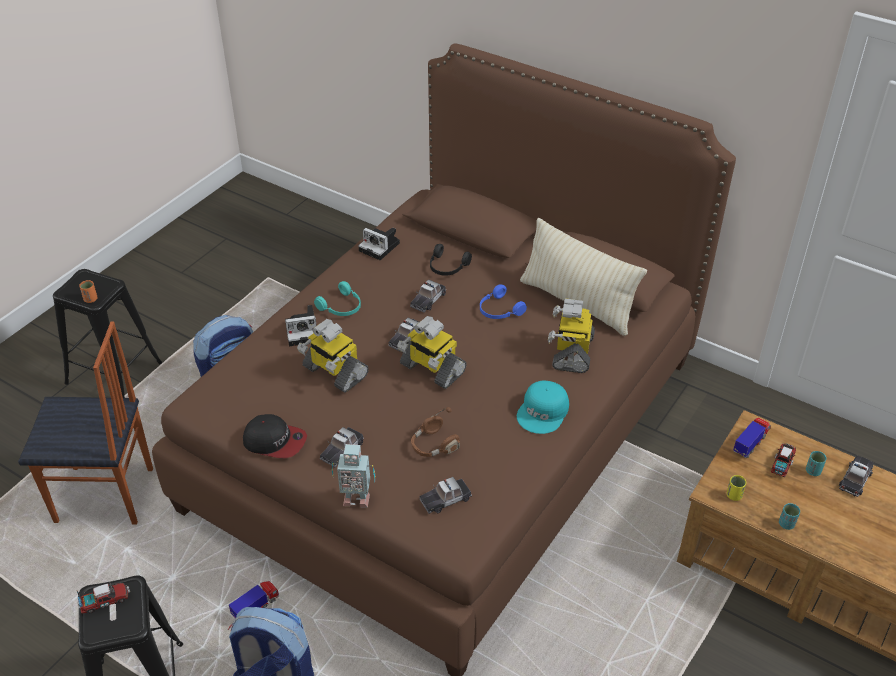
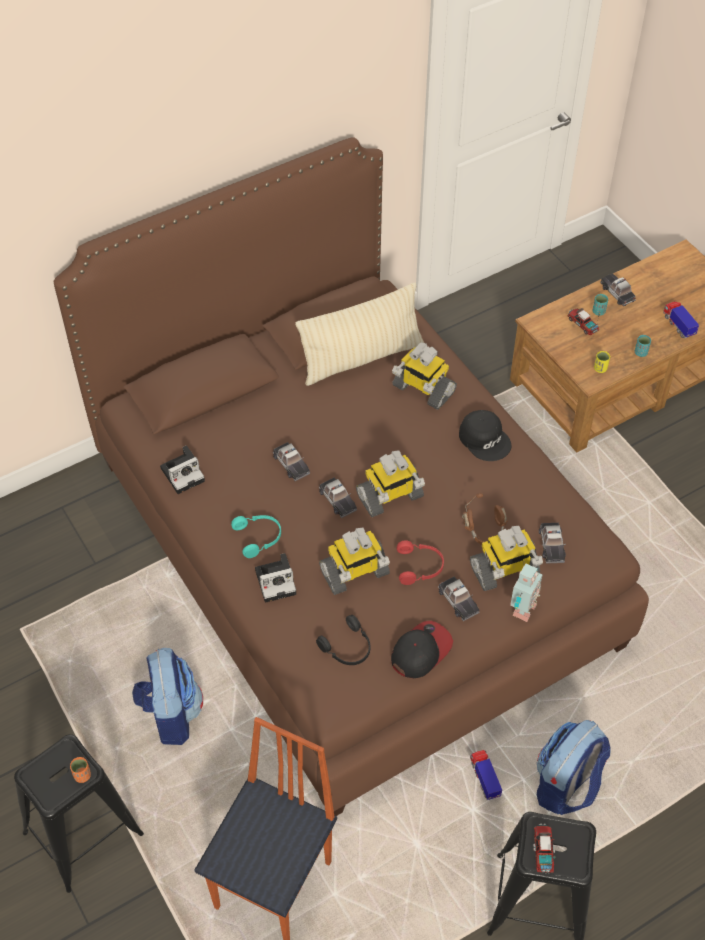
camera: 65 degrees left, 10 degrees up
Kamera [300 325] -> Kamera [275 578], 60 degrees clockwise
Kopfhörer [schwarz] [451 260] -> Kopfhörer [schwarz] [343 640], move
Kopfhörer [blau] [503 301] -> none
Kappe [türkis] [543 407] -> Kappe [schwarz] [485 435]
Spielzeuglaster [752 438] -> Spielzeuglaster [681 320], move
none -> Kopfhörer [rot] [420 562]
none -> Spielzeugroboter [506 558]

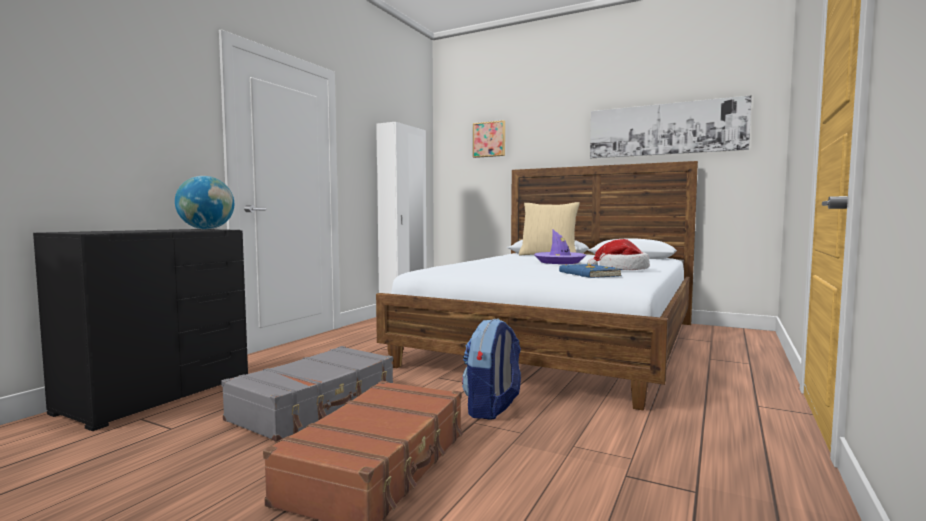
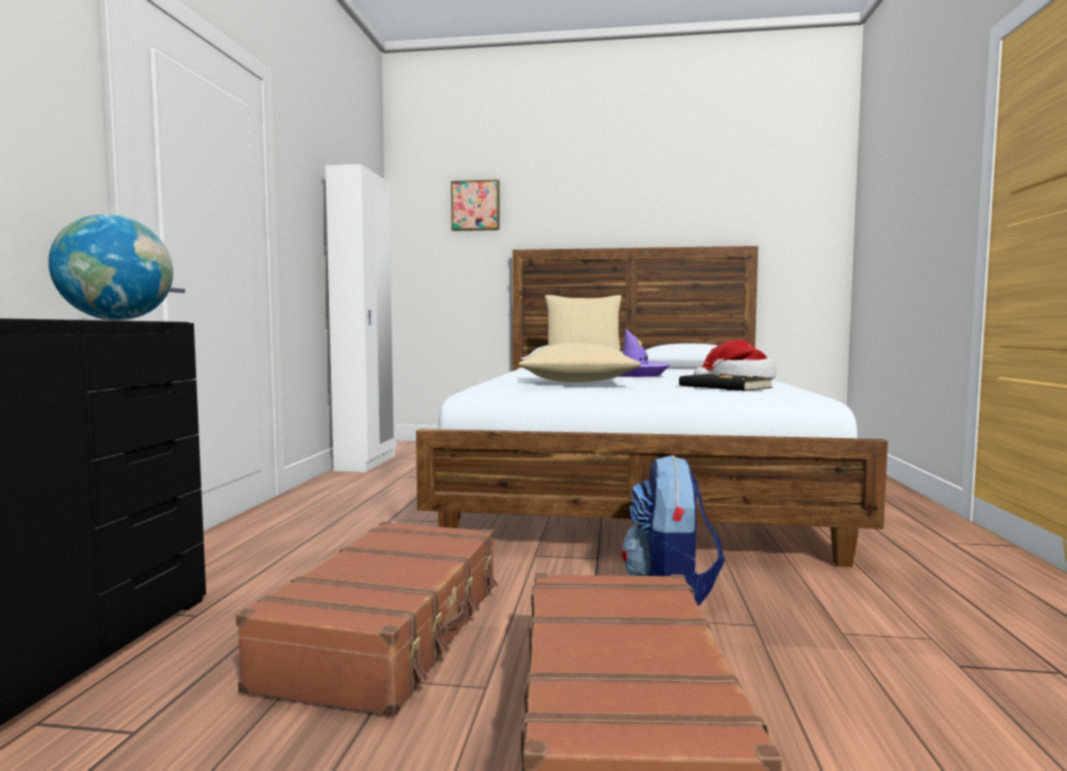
camera: 20 degrees left, 0 degrees up
Koffer [grau] [307 393] -> Koffer [braun] [367 619]
Buch [blau] [590 271] -> Buch [schwarz] [726 382]
Bild [671 126] -> none
none -> Kissen [beige] [579 363]

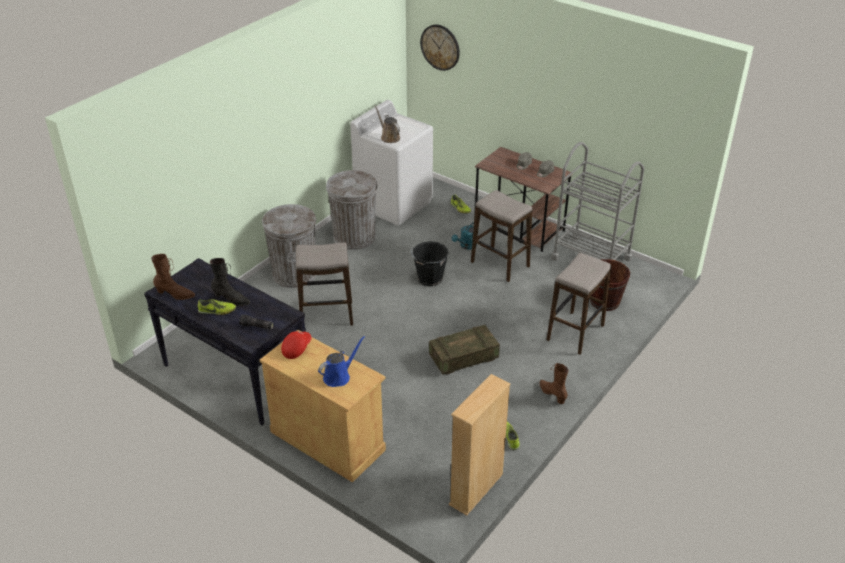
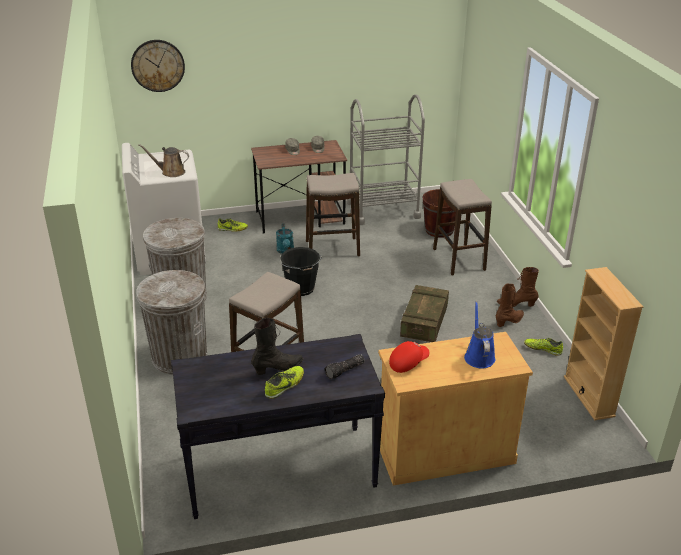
camera: 50 degrees left, 5 degrees down
Stiefel [braun] [173 277] -> Stiefel [braun] [510 305], move
Kappe [rot] [296 345] -> Kappe [rot] [409 357], 75 degrees clockwise

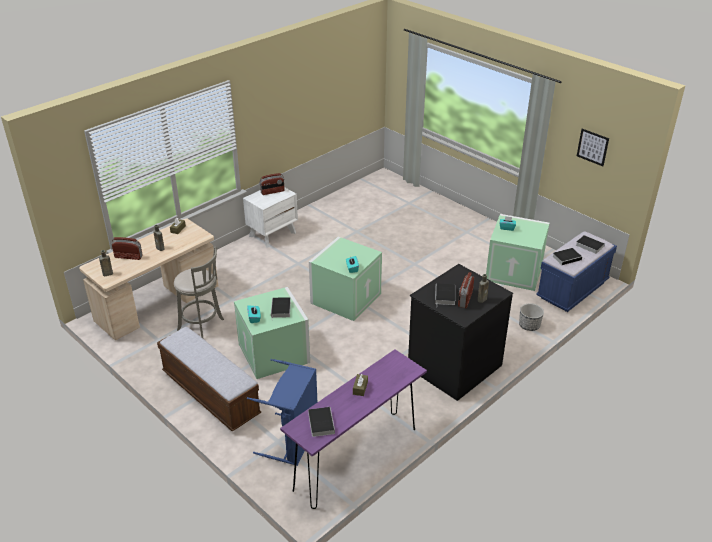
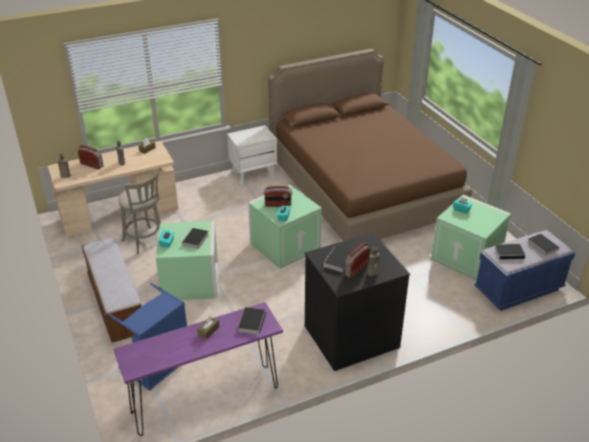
camera: 20 degrees right, 0 degrees up
Radio [272 184] -> Radio [278 196], move
Buch [321 422] -> Buch [252 321], move
Pflanzkübel [531 317] -> none
Bild [593 147] -> none
none -> Bett [braun] [370 145]

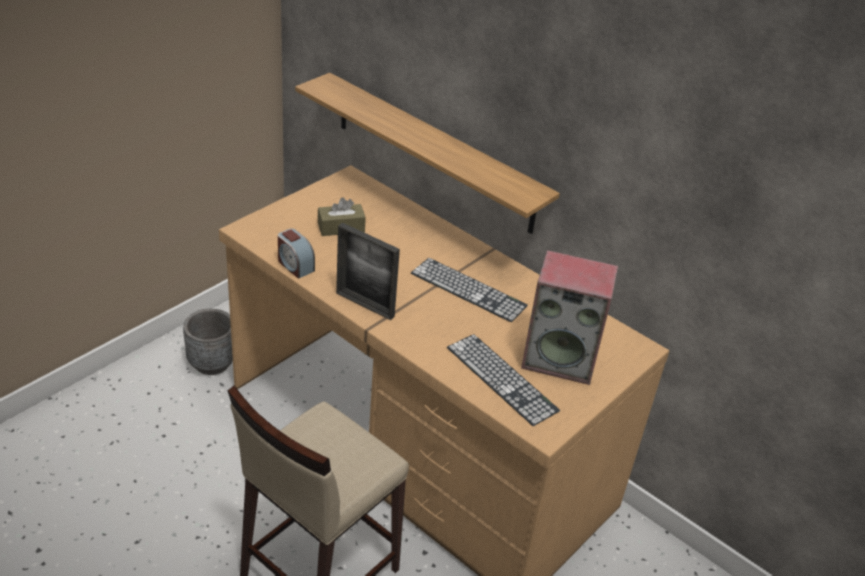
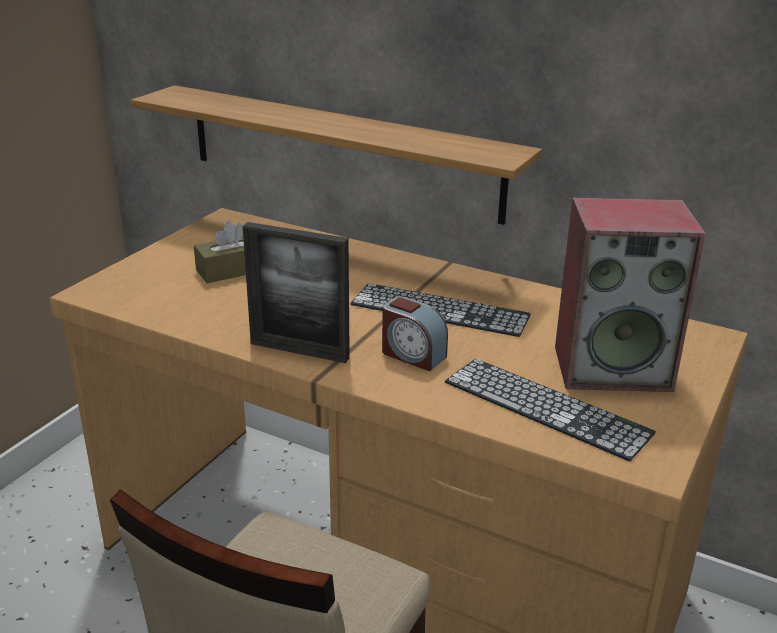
camera: 10 degrees left, 10 degrees down
Pflanzkübel [grau] [208 342] -> none
Wecker [296 254] -> Wecker [415 333], move

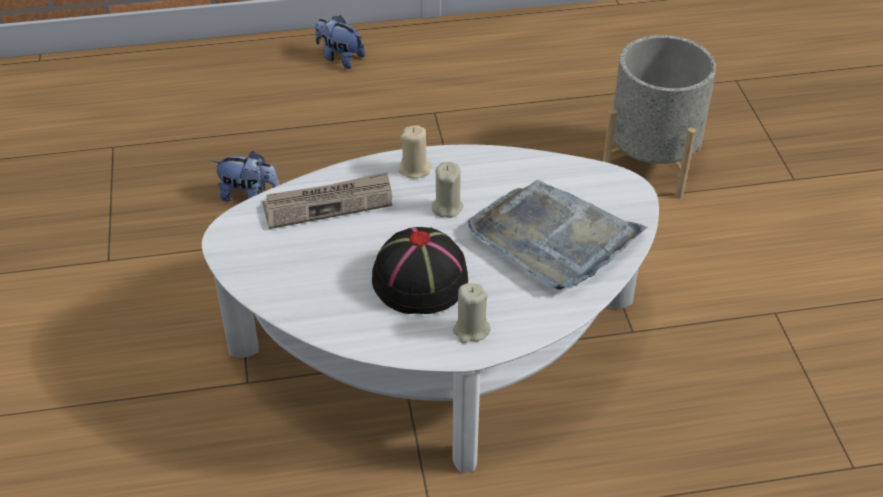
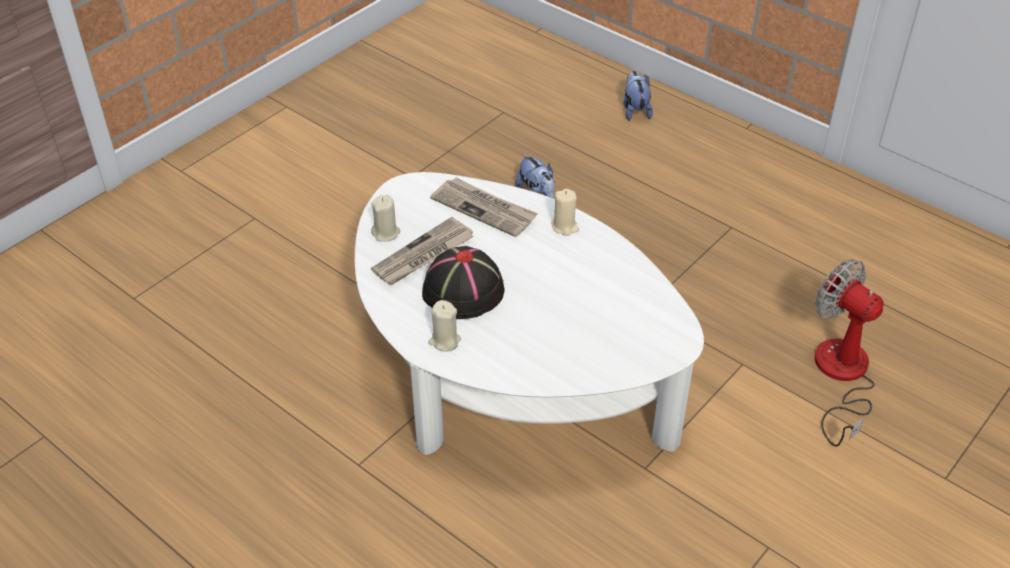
camera: 50 degrees right, 0 degrees up
Plüschtier [340 42] -> Plüschtier [638 96], move
Kerze [beige] [447 190] -> Kerze [beige] [385 218], move
Tablett [grau] [558 235] -> none
Pflanzkübel [grau] [659 116] -> Ventilator [849 353]
none -> Zeitung [422 251]

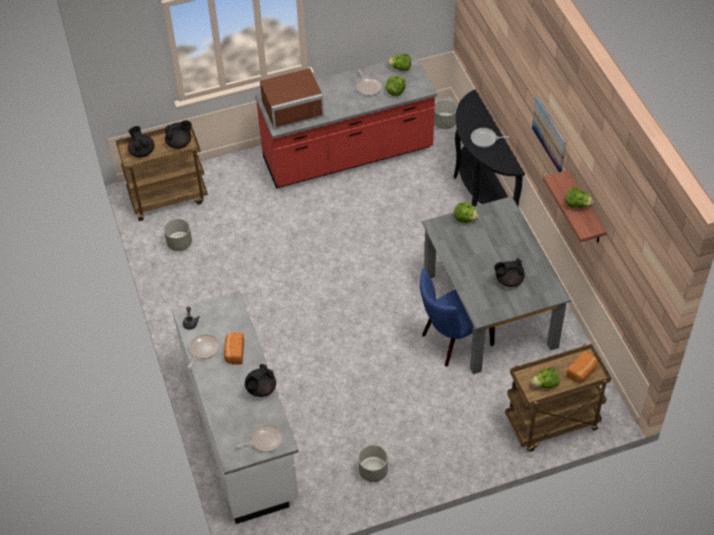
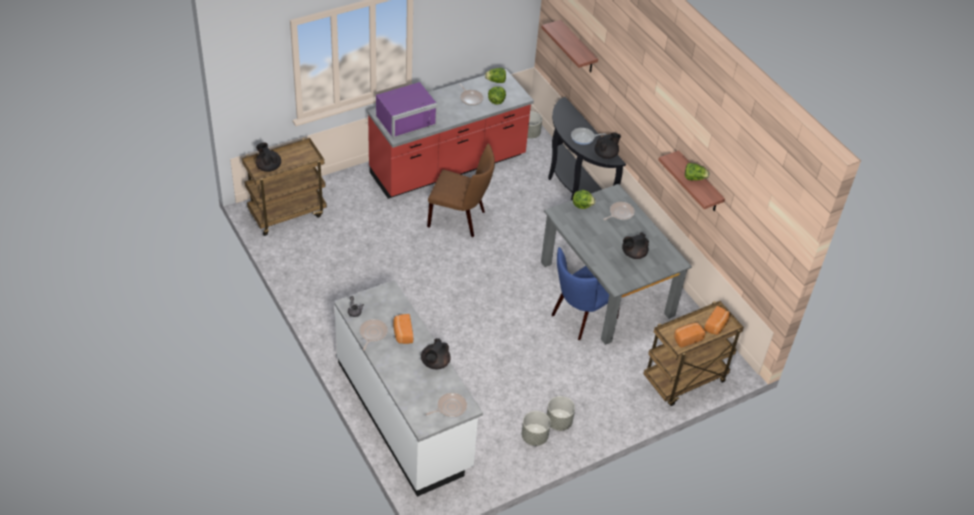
camera: 15 degrees left, 5 degrees down
Pflanzkübel [grau] [178 235] -> Pflanzkübel [grau] [561 413], move
Teekanne [schwarz] [178 134] -> Teekanne [schwarz] [607 146], move
Mikrowelle [braun] [292 98] -> Mikrowelle [lila] [407 110]
Salatkopf [545 378] -> Brot [690 335]
Bild [549 134] -> none
none -> Stuhl [braun] [461 190]
none -> Wandregal [569 46]
none -> Pfanne [619 211]

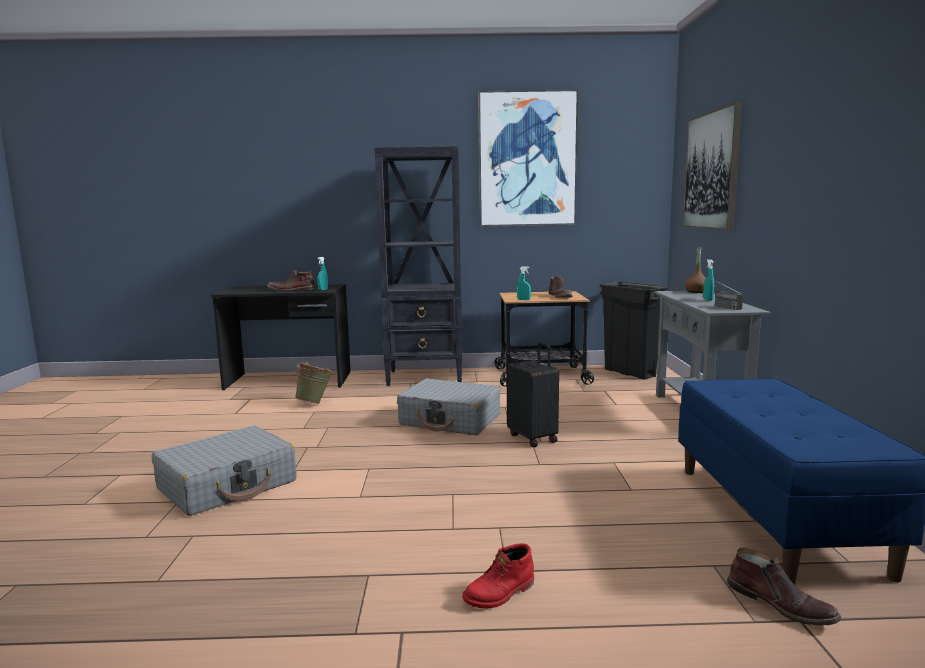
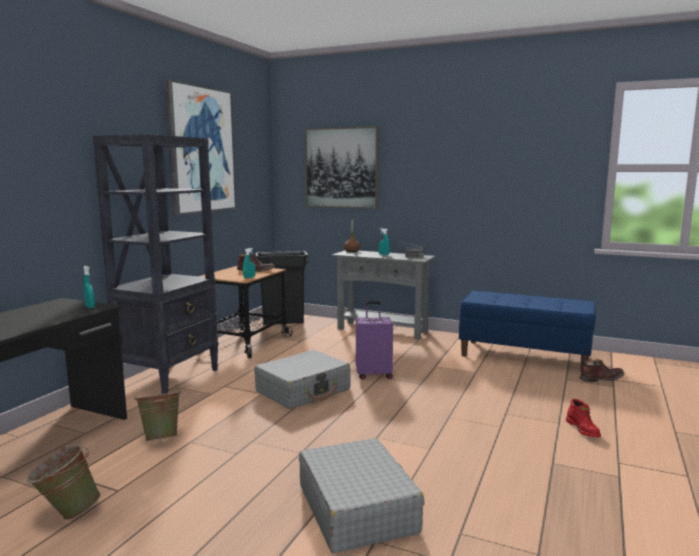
camera: 65 degrees left, 0 degrees up
Stiefel [braun] [291 281] -> none
Koffer [schwarz] [533 394] -> Koffer [lila] [374 340]
none -> Eimer [grün] [64 482]

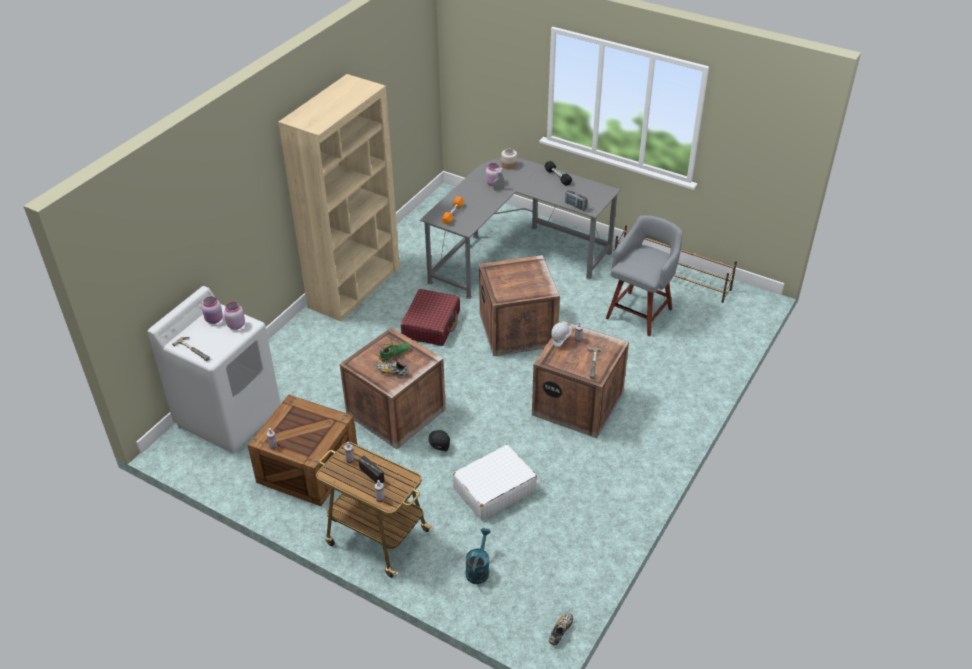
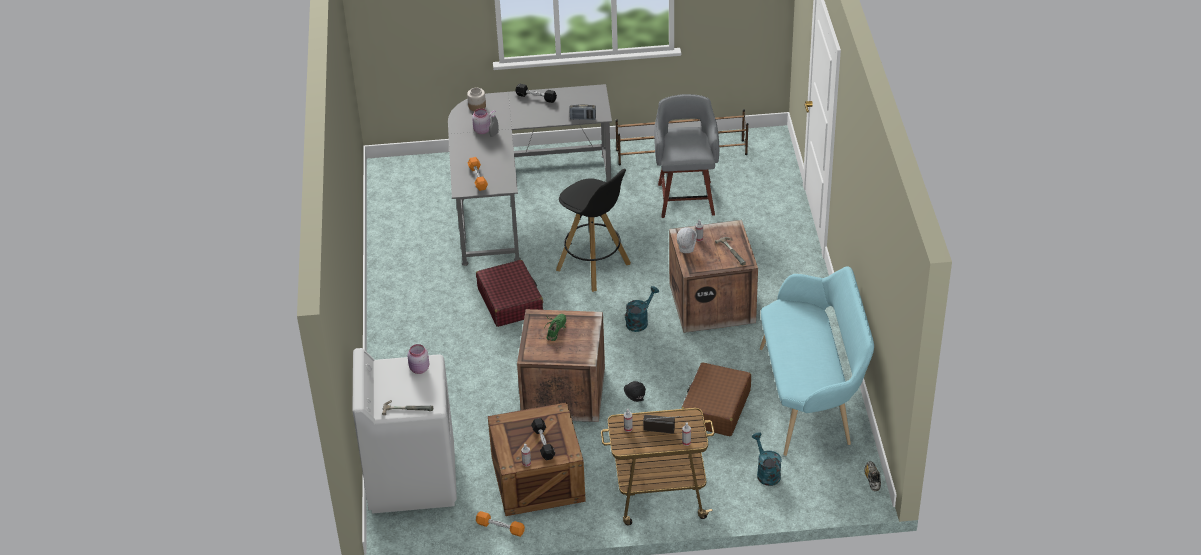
camera: 35 degrees left, 0 degrees up
Vorratsglas [rosa] [212 310] -> none
Bücherregal [beige] [339 198] -> none
Schuh [392 369] -> none
Koffer [weiß] [495 482] -> Koffer [braun] [716 399]
Kiste [519 305] -> Hocker [schwarz] [593 230]
none -> Hantel [orange] [500 524]
none -> Hantel [schwarz] [543 439]
none -> Gießkanne [türkis] [642 309]
none -> Bank [türkis] [817 361]

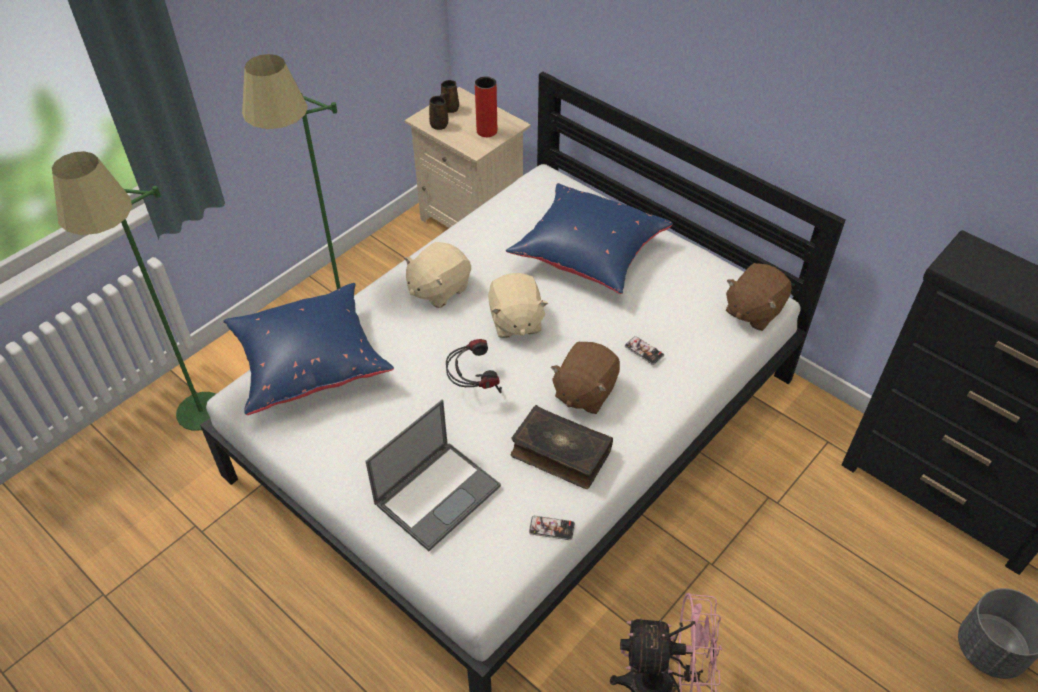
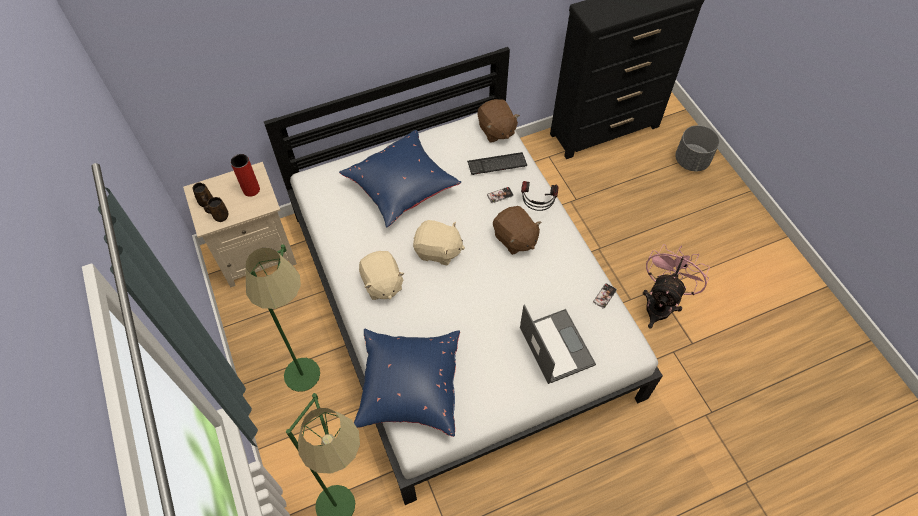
camera: 65 degrees left, 10 degrees up
Kopfhörer [474 366] -> Kopfhörer [539 196], move
Buch [562 447] -> none
none -> Tastatur [497 163]

